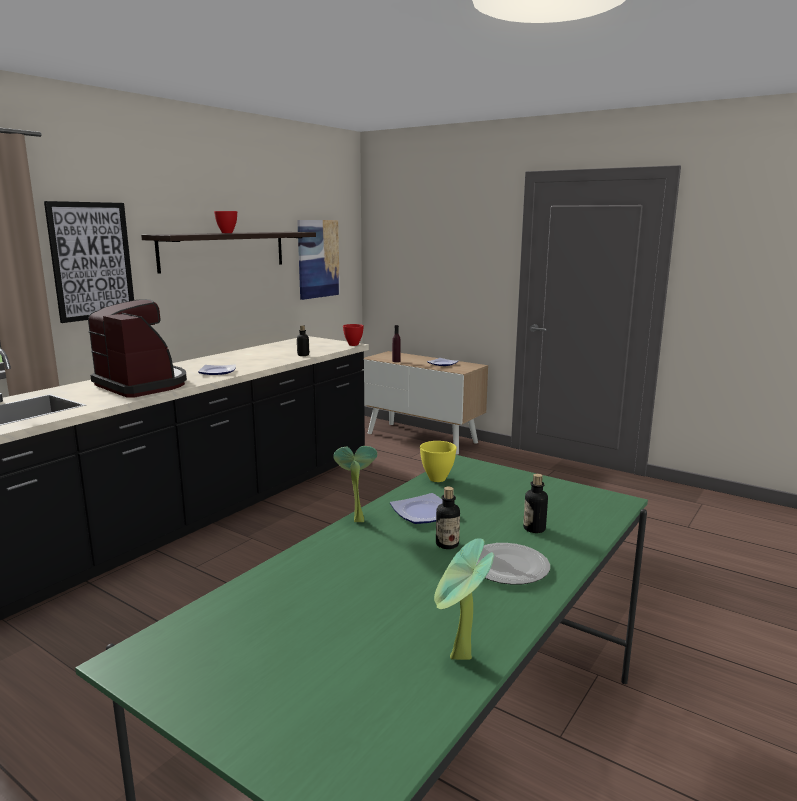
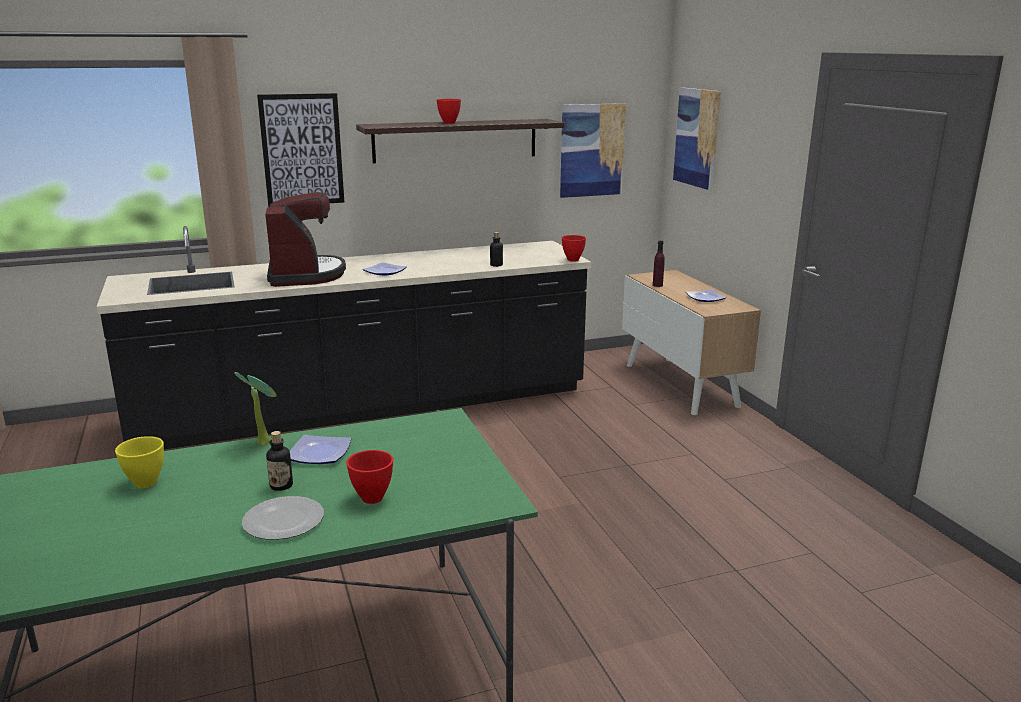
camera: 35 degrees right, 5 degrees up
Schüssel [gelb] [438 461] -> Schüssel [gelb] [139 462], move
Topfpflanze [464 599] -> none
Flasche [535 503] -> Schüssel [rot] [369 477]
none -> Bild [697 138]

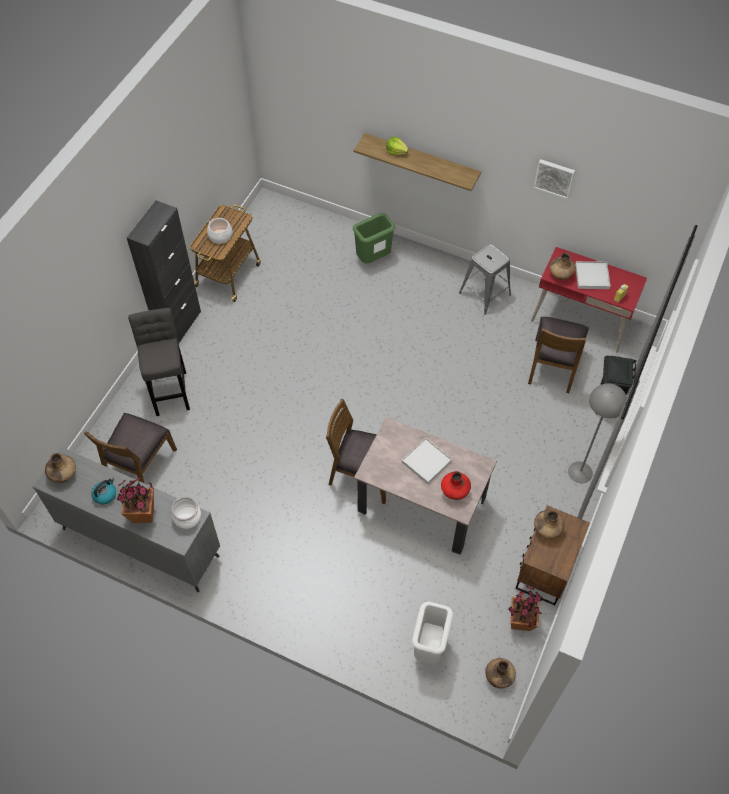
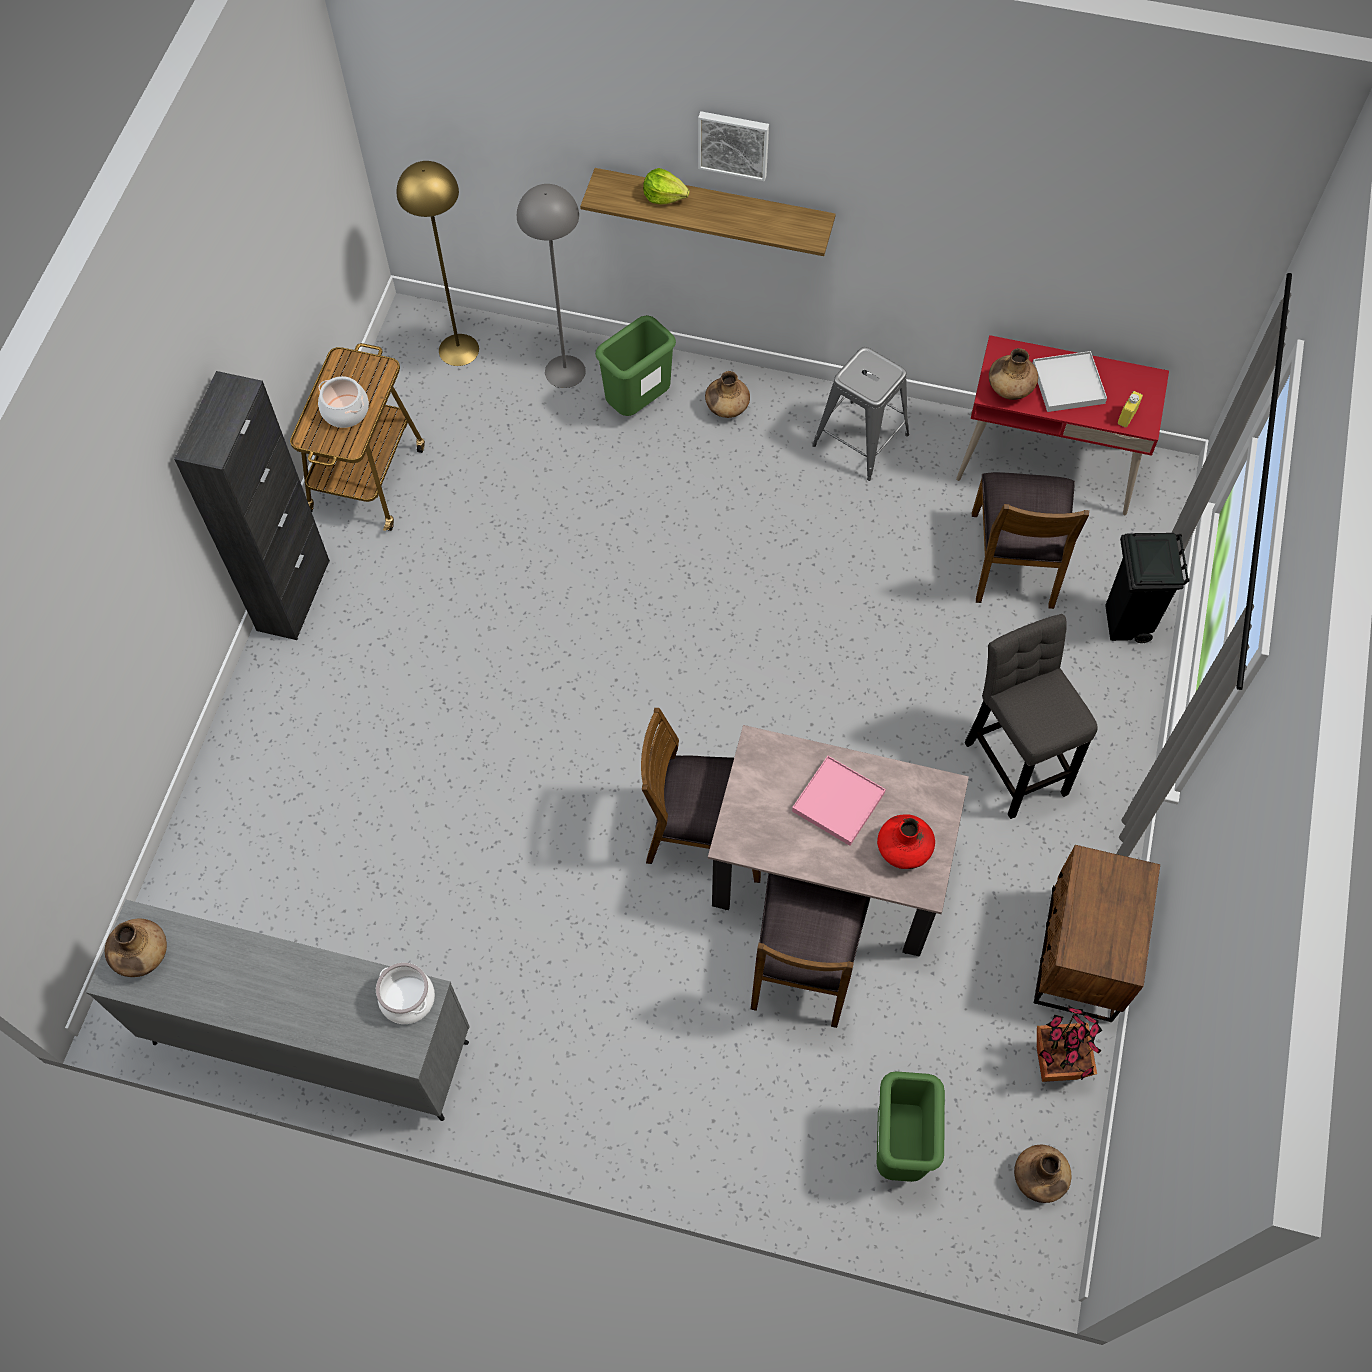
camera: 10 degrees left, 5 degrees up
Stuhl [braun] [130 448] -> Stuhl [braun] [810 950], move
Wasserkessel [103 490] -> none
Topfpflanze [135 500] -> none
Hocker [grau] [159 362] -> Hocker [grau] [1031 716], move
Tablett [weiß] [427 461] -> Tablett [rosa] [839 801]
Mülleimer [weiß] [432 633] -> Mülleimer [grün] [911 1126]
Bild [554 179] -> Bild [733 146], move
Vase [braun] [549 524] -> Vase [braun] [727 394], move
Stehlampe [grau] [597 433] -> Stehlampe [grau] [551 286], move
none -> Stehlampe [gelb] [438 263]

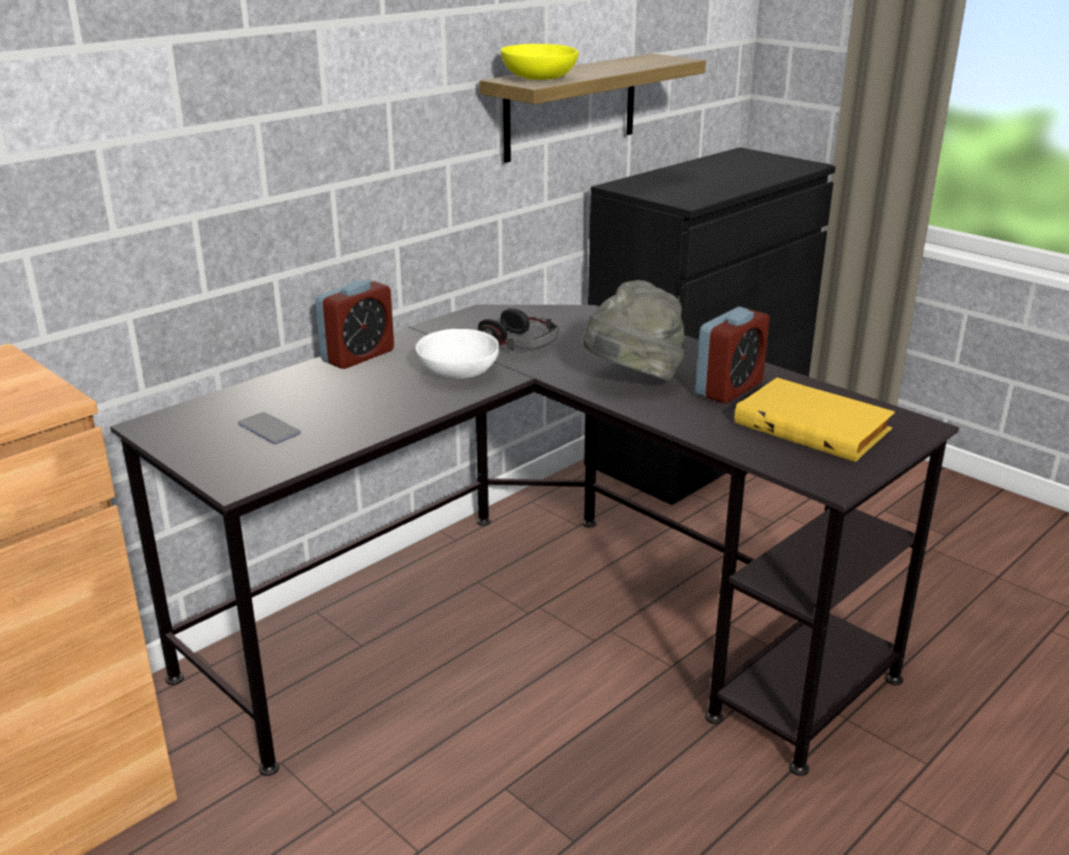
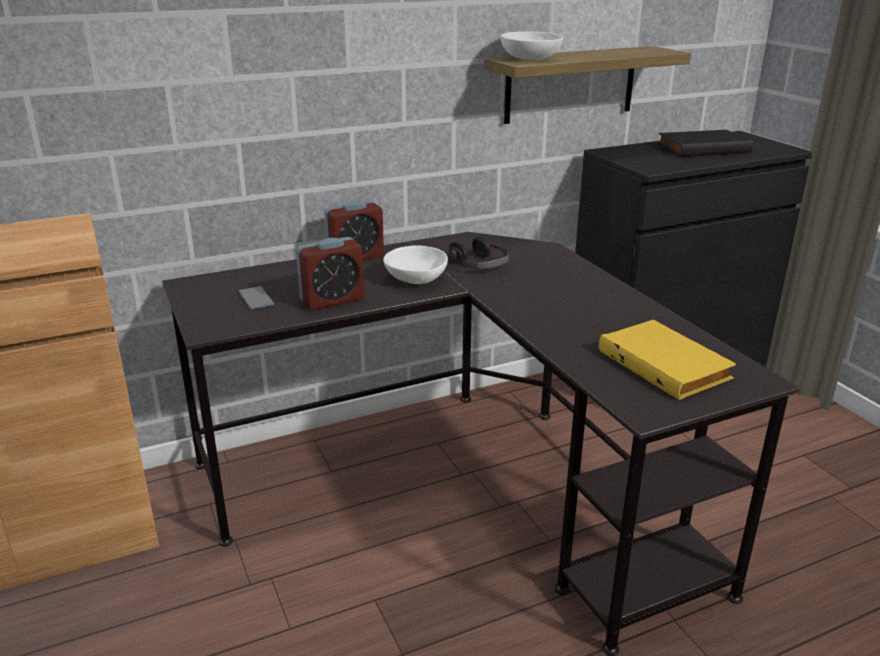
camera: 20 degrees right, 0 degrees up
Schüssel [gelb] [540 62] -> Schüssel [weiß] [532 45]
Hut [grau] [634 330] -> none
Wecker [732 355] -> Wecker [330 273], move
none -> Buch [schwarz] [705 143]

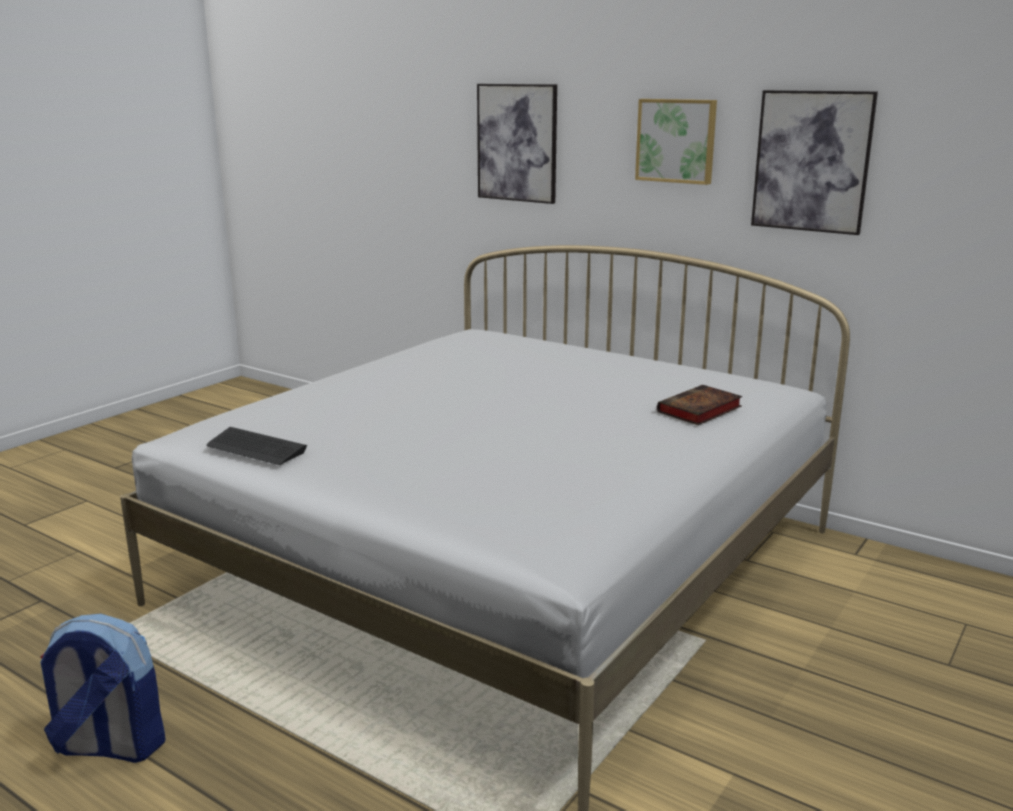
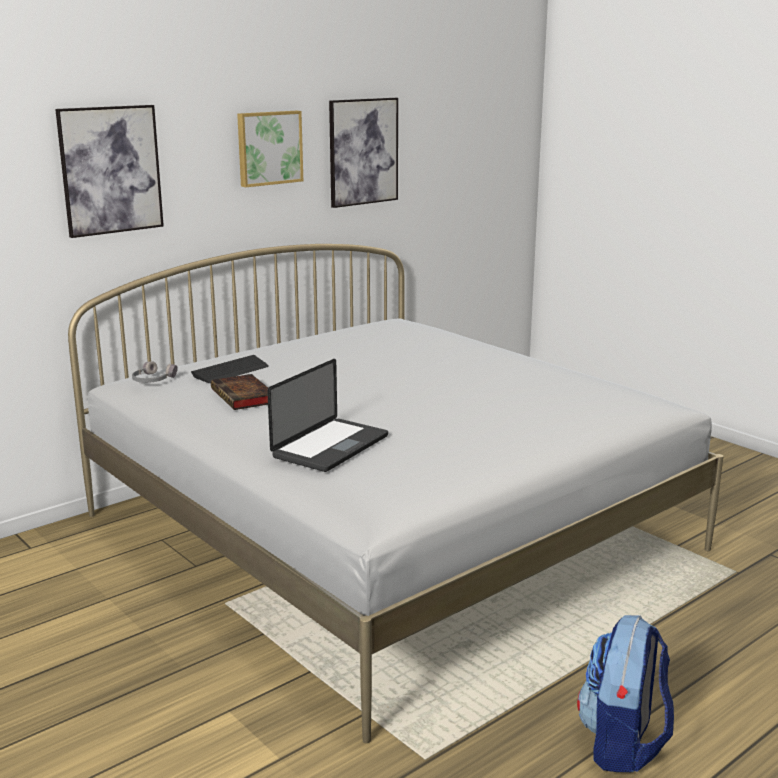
camera: 75 degrees left, 0 degrees up
Tastatur [257 446] -> Tastatur [230 369], move
Buch [699 405] -> Buch [239 392], move
none -> Kopfhörer [grau] [154 372]
none -> Laptop [327 415]

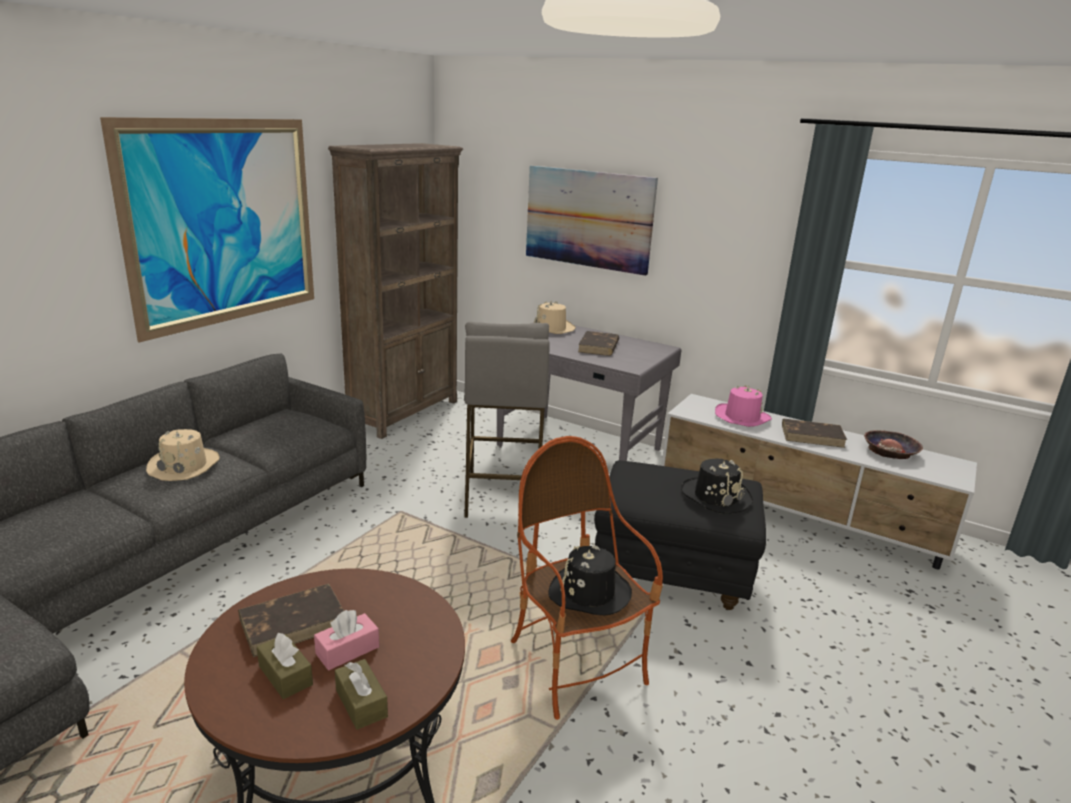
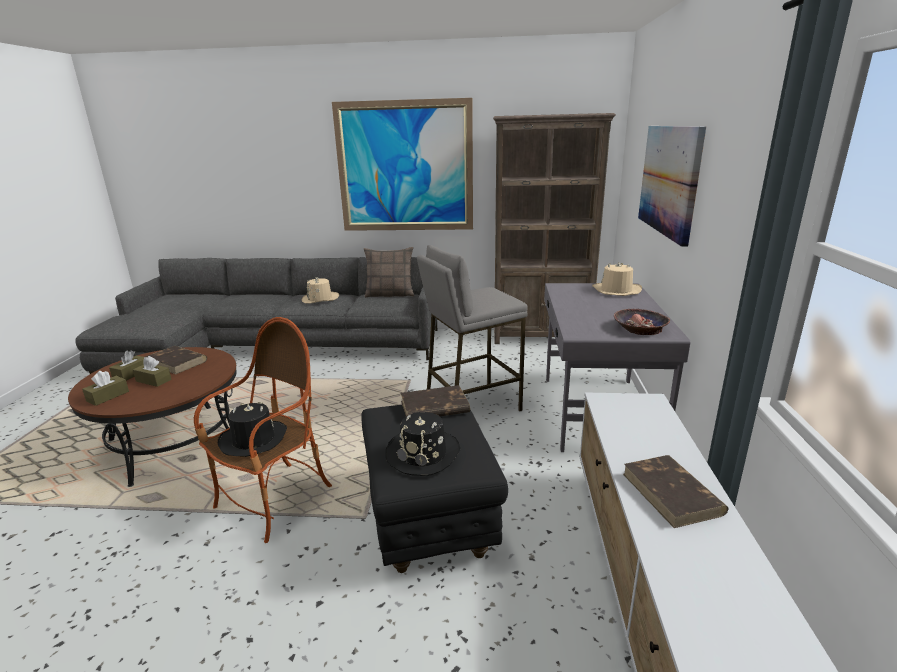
camera: 65 degrees right, 0 degrees up
Taschentuchbox [rosa] [346 640] -> Taschentuchbox [braun] [152 371]
Buch [braun] [598 343] -> Buch [braun] [435 400], move
Hut [rosa] [743 406] -> none
Schüssel [893 444] -> Schüssel [642 322], move
none -> Kissen [389 272]

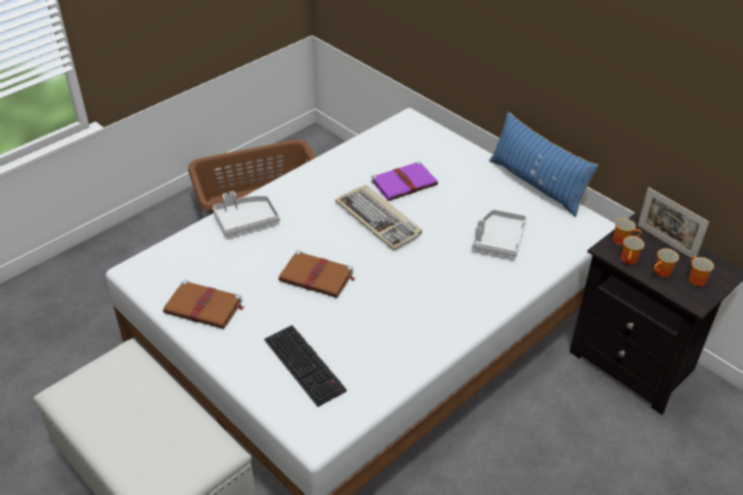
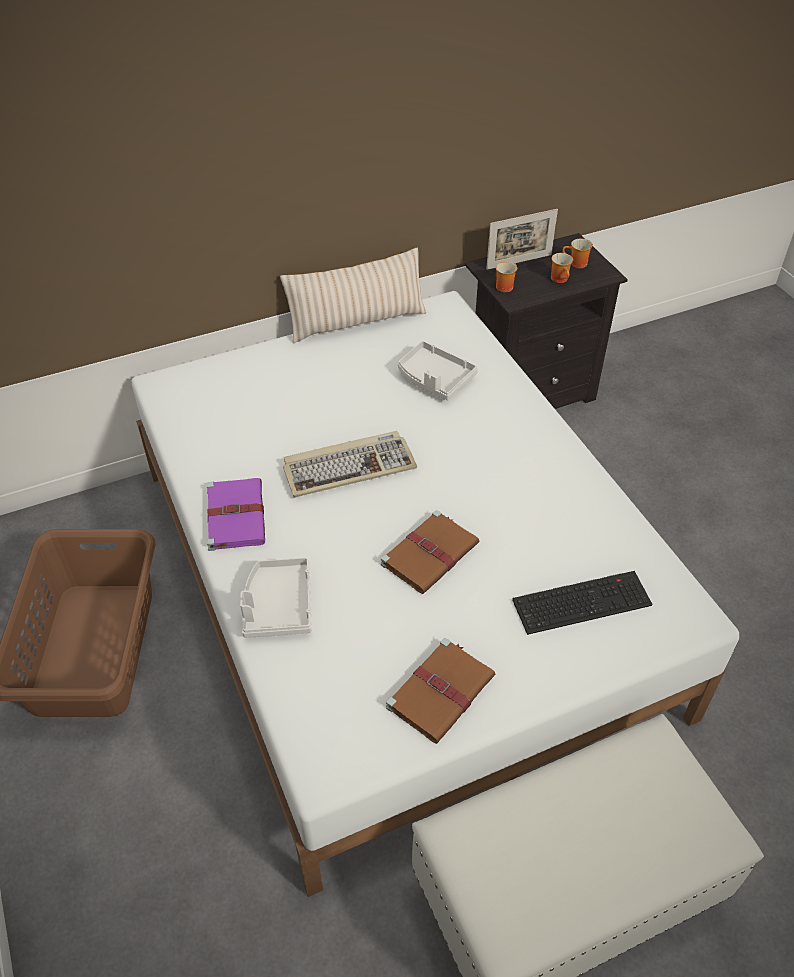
camera: 70 degrees left, 5 degrees up
Buch [lila] [404 181] -> Buch [lila] [236 514], move
Kissen [blau] [543 164] -> Kissen [beige] [353 295]
Henkelbecher [632 250] -> none

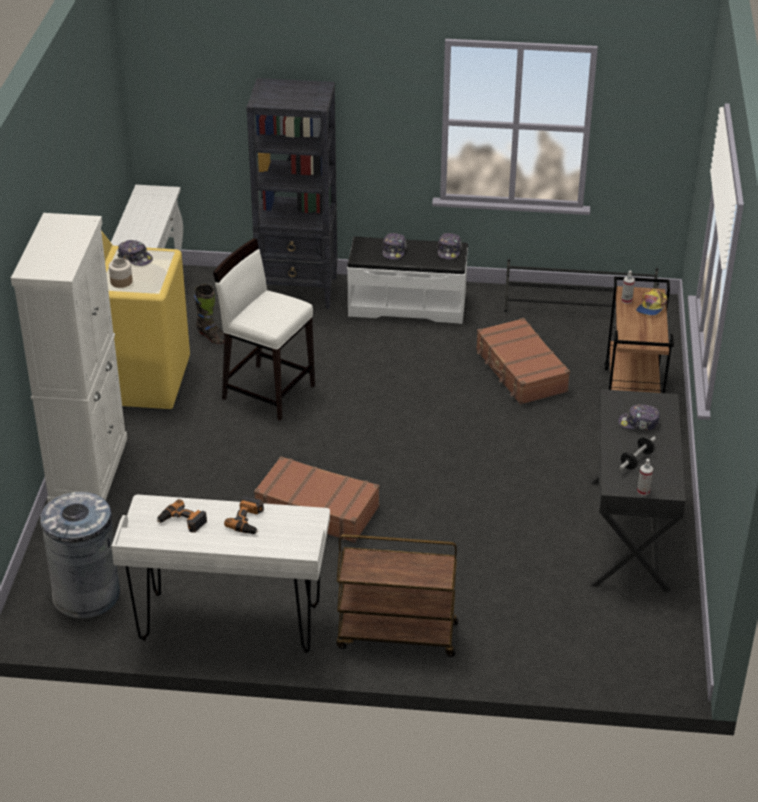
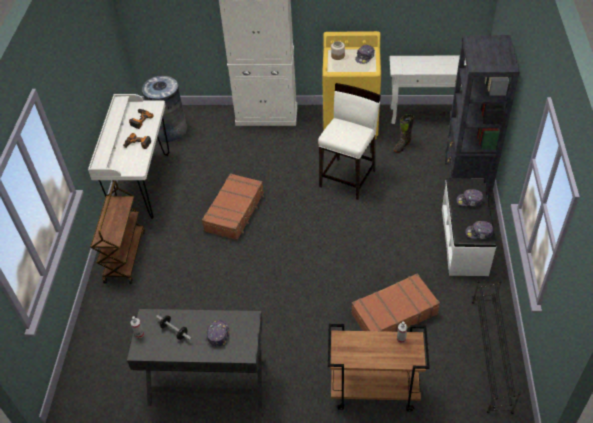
camera: 90 degrees right, 10 degrees up
Kappe [651 302] -> none

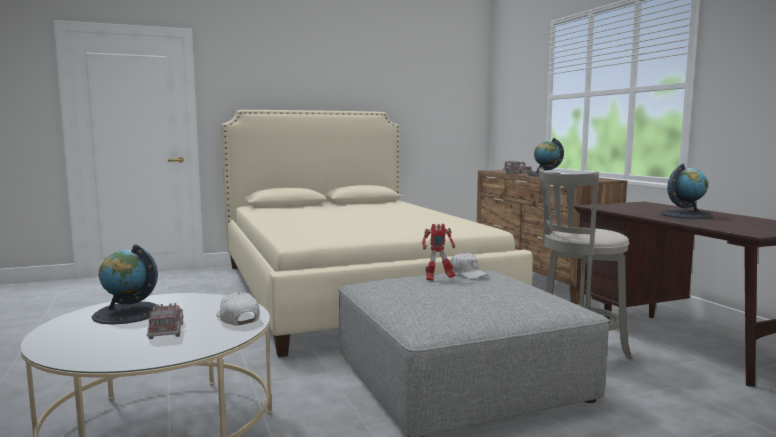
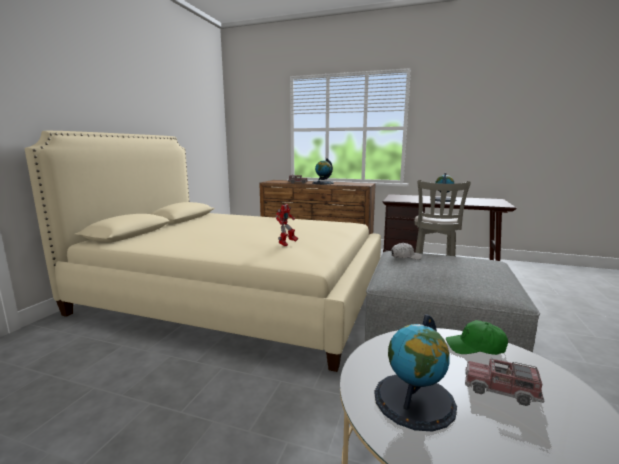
camera: 50 degrees left, 5 degrees up
Kappe [weiß] [238 309] -> Kappe [grün] [477 337]
Spielzeugroboter [439 252] -> Spielzeugroboter [286 225], move

